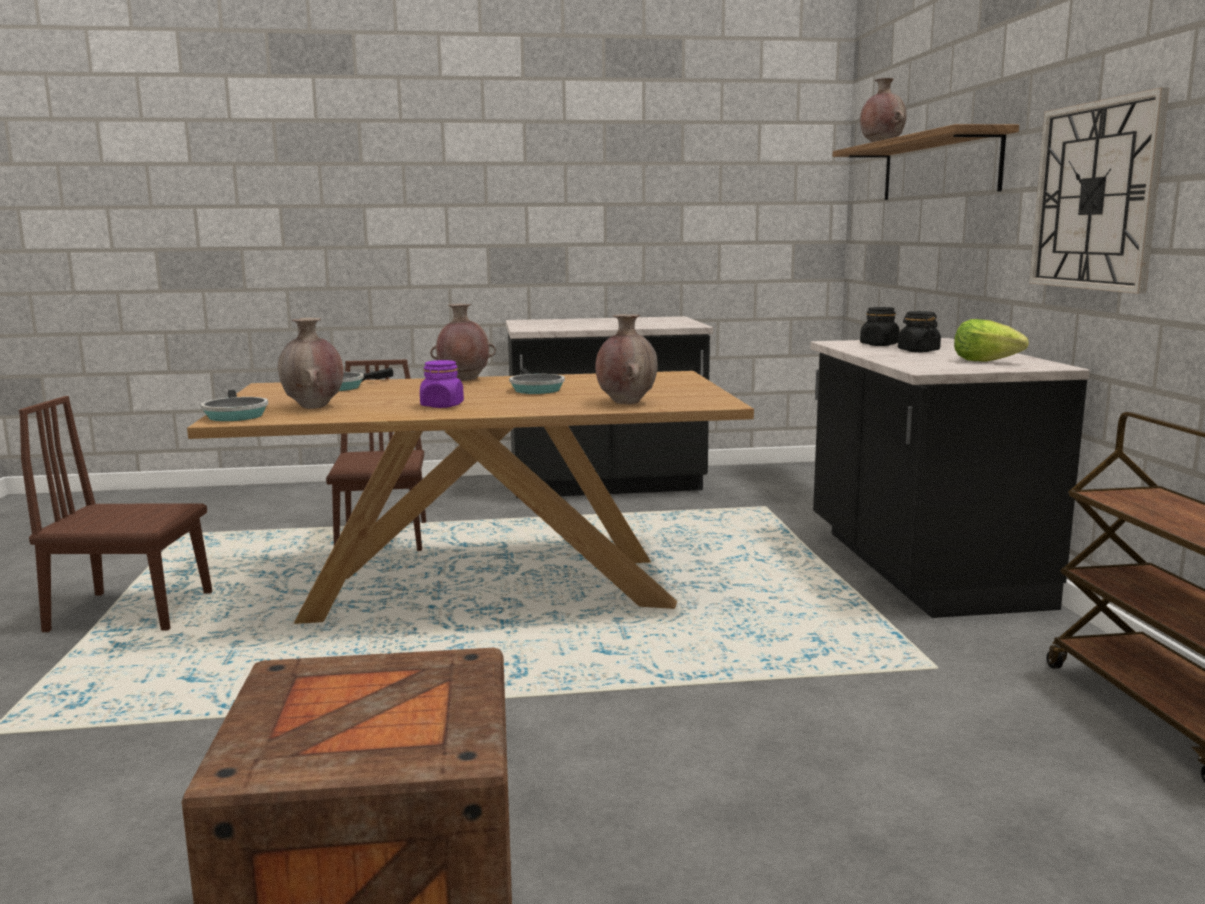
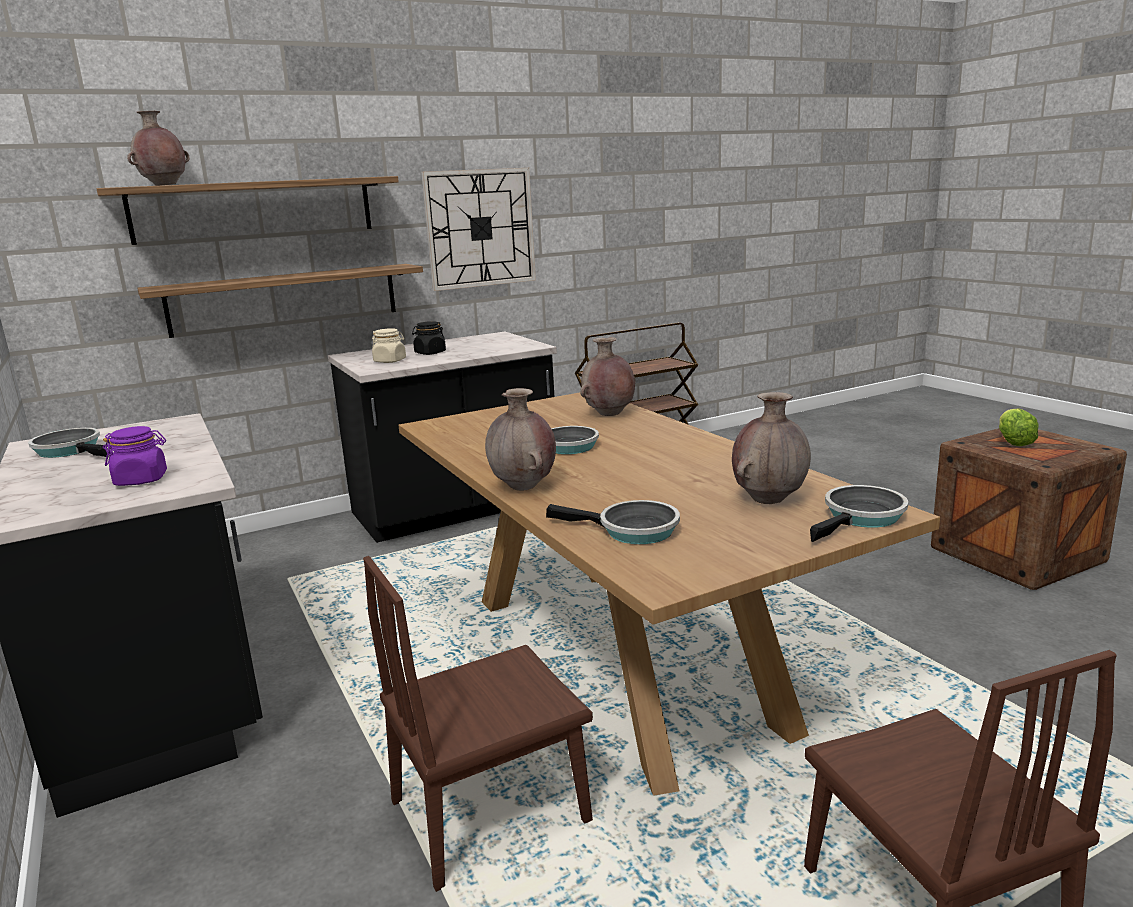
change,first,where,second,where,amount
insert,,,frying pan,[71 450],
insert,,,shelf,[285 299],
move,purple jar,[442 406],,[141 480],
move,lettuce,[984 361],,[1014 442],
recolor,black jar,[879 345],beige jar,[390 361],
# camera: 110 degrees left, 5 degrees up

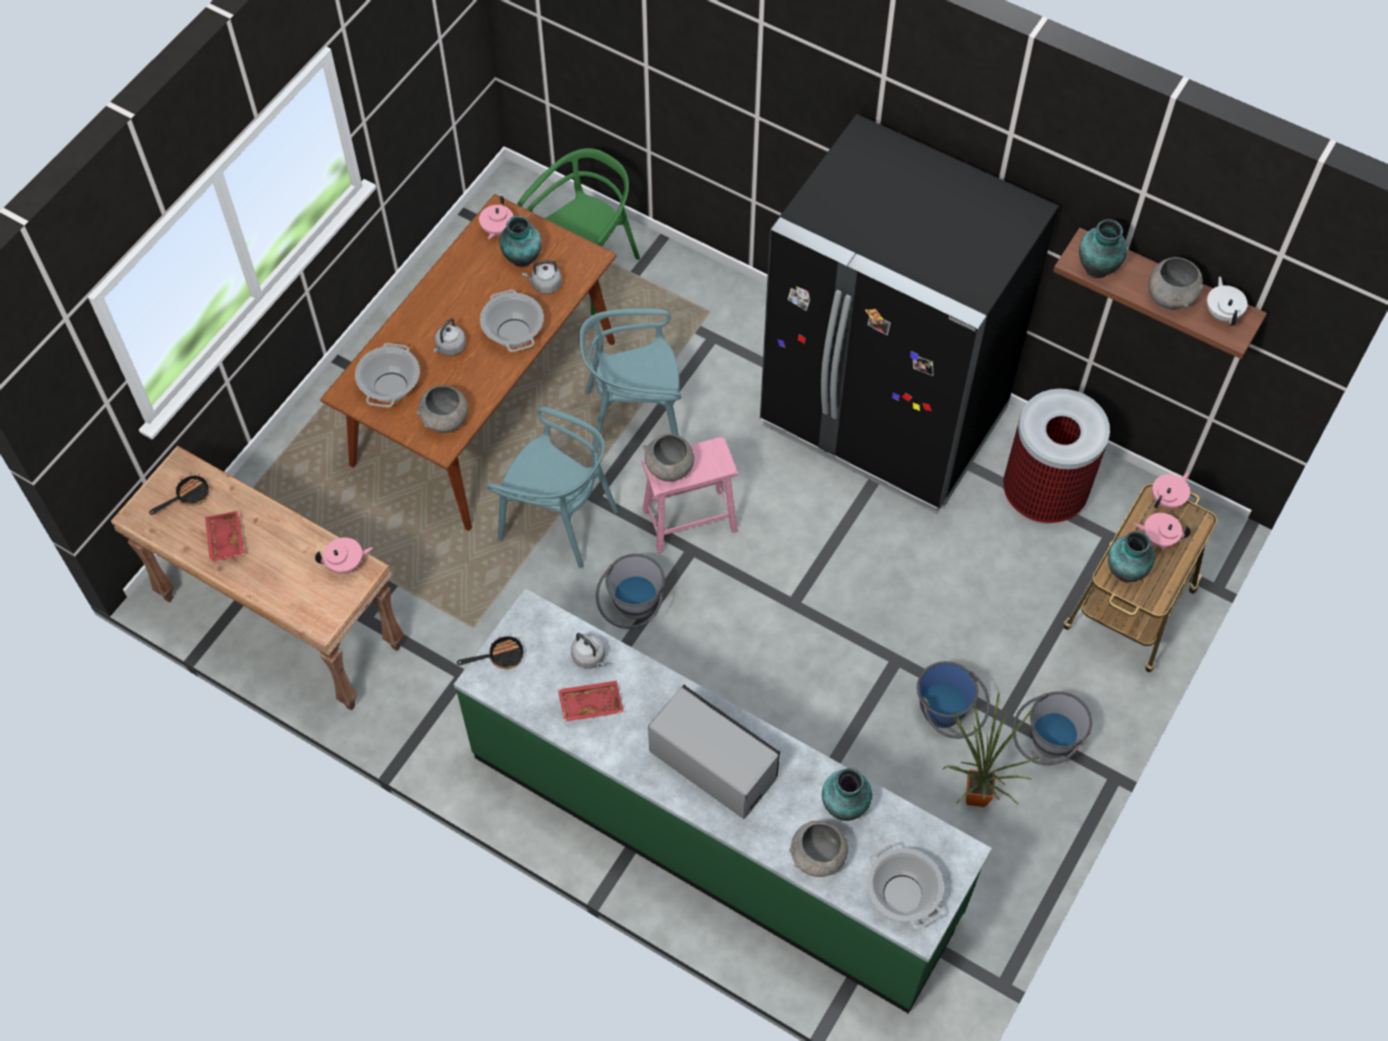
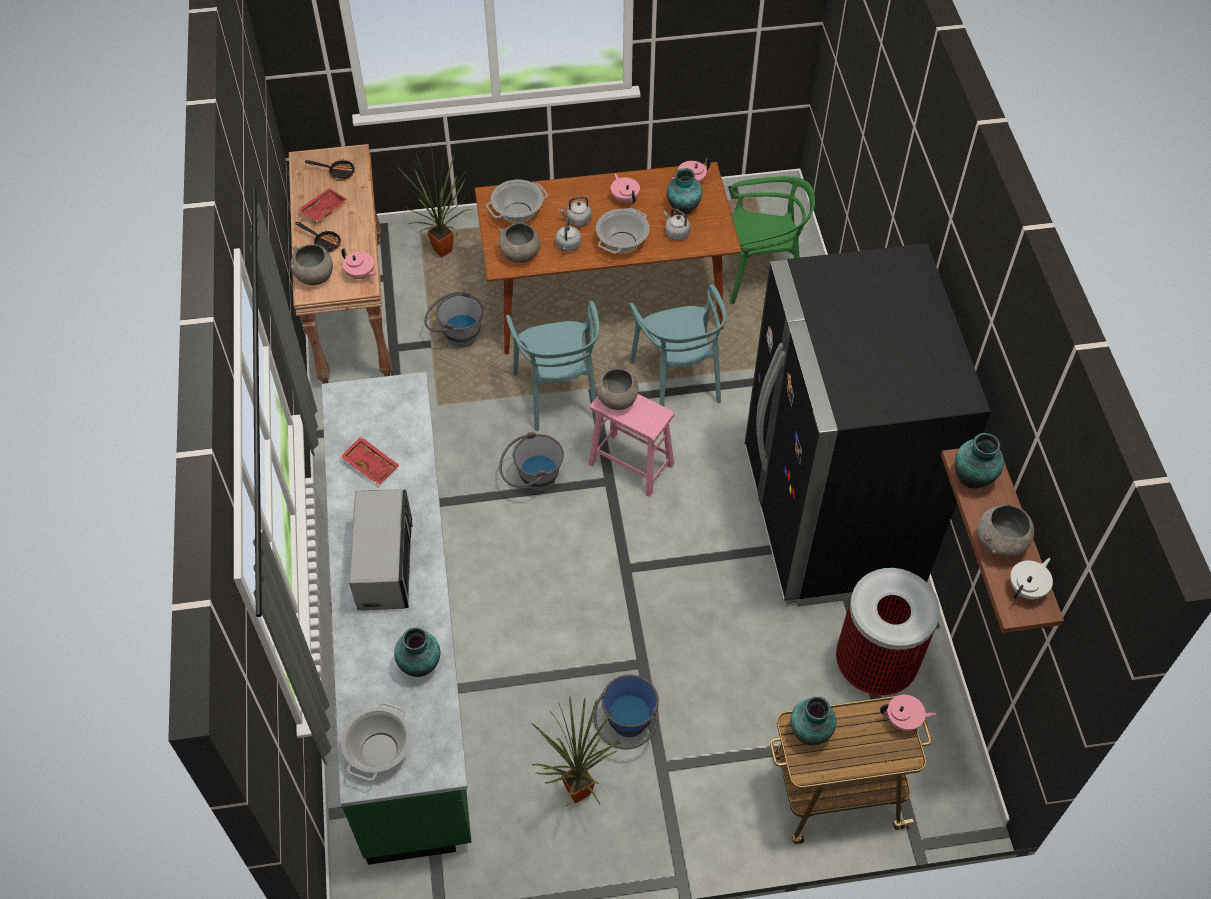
change,first,where,second,where,amount
insert,,,potted plant,[444 253],
move,frying pan,[500 656],,[324 242],
move,grey kettle,[590 658],,[568 246],
move,grey bowl,[818 858],,[314 277],
move,grey bucket,[1045 744],,[456 335],
move,pink teapot,[1158 538],,[625 198],
rotate,turquoise chair,[634 417],,[678 379],150 degrees counterclockwise
# camera: 50 degrees right, 5 degrees down

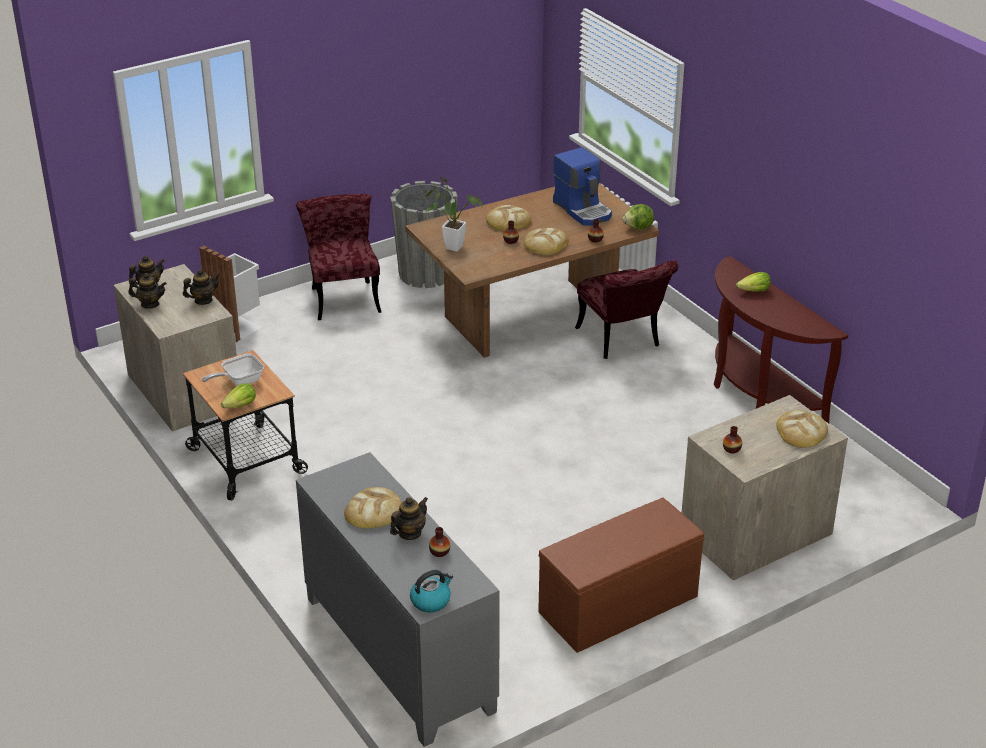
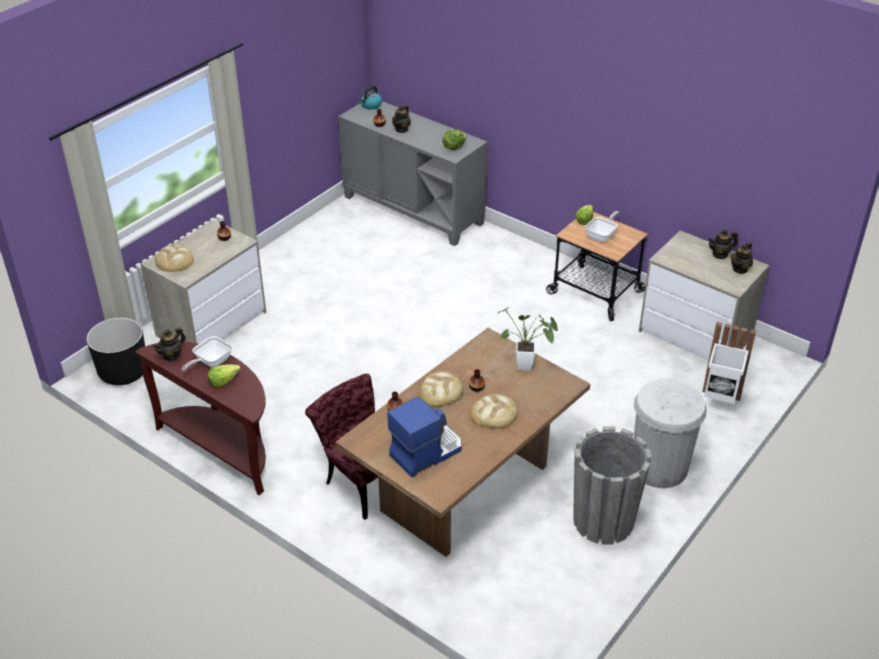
change,first,where,second,where,amount
delete,bread,[373 511],,,
delete,brown bench,[618 605],,,
insert,,,black planter,[123 371],
insert,,,frying pan,[210 363],
move,teapot,[203 300],,[172 356],
move,lettuce,[638 228],,[453 147],
replace,red chair,[343 296],white trash can,[659 467],
rotate,coffee machine,[583 209],,[425 451],105 degrees clockwise
# camera: 160 degrees right, 5 degrees up

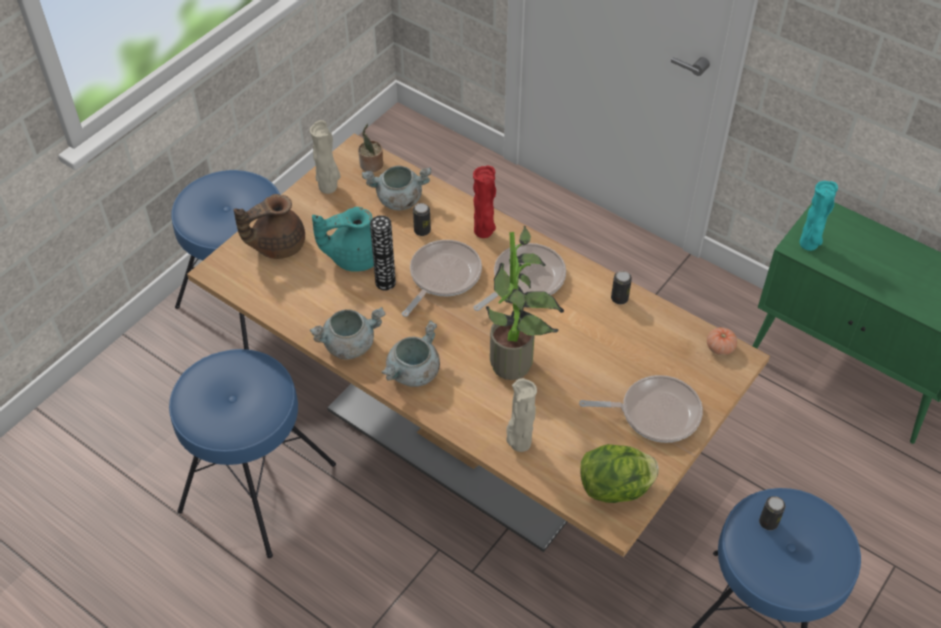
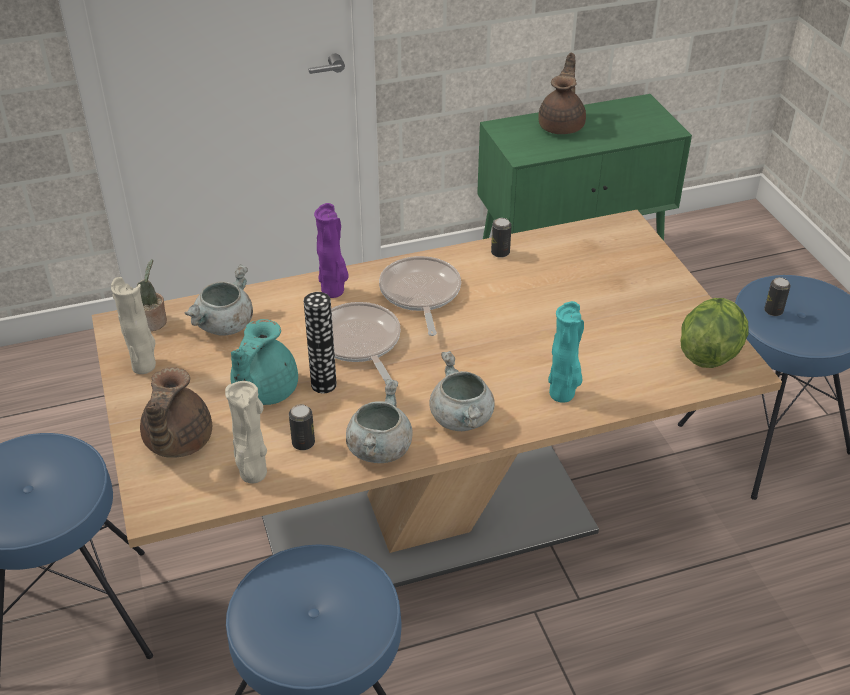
change,first,where,second,where,amount
delete,potted plant,[517 365],,,
delete,frying pan,[655 413],,,
delete,tomato,[720 348],,,
insert,,,brown teapot,[562 125],
move,can,[422 230],,[303 443],
move,beige vase,[519 443],,[253 475],
move,turquoise vase,[809 245],,[563 395],
recolor,red vase,[484 232],purple vase,[334 291],
# camera: 55 degrees left, 10 degrees down

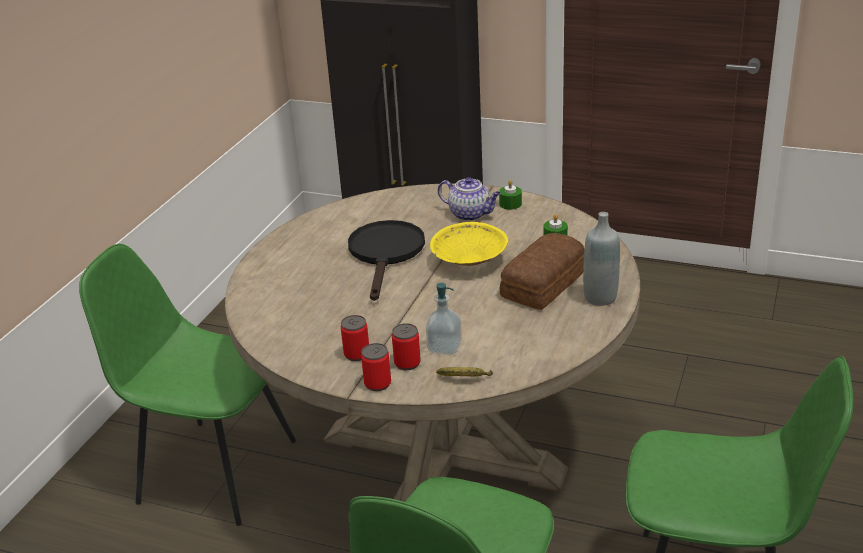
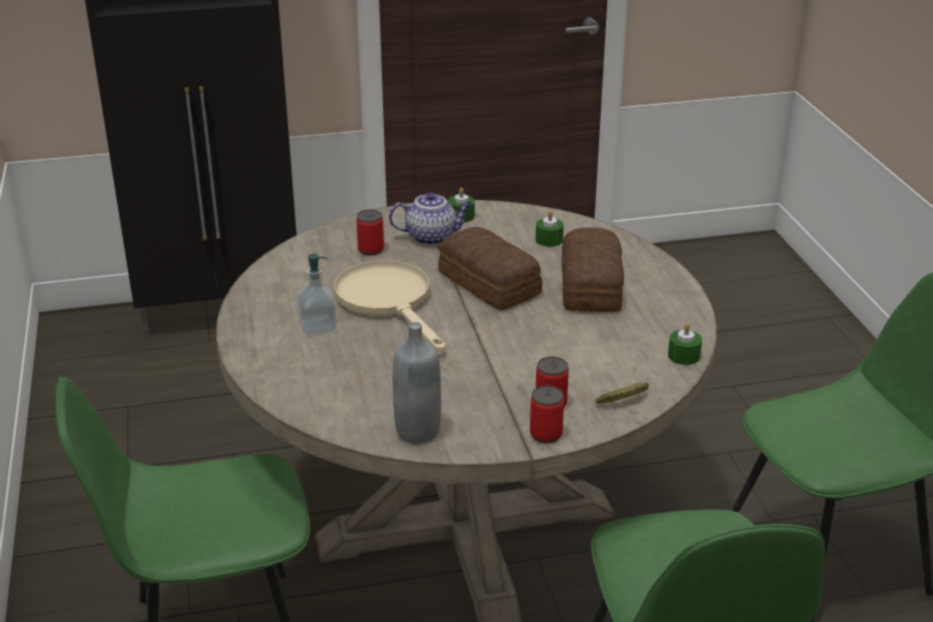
change,first,where,second,where,amount
insert,,,green candle,[684 356],
move,can,[357 354],,[371 250],
move,soap dispenser,[444 347],,[318 327],
move,grey bottle,[600 297],,[417 432],
replace,yellow bowl,[469 261],bread,[488 285],
recolor,black frying pan,[386 254],beige frying pan,[389 301],
# camera: 35 degrees left, 0 degrees up

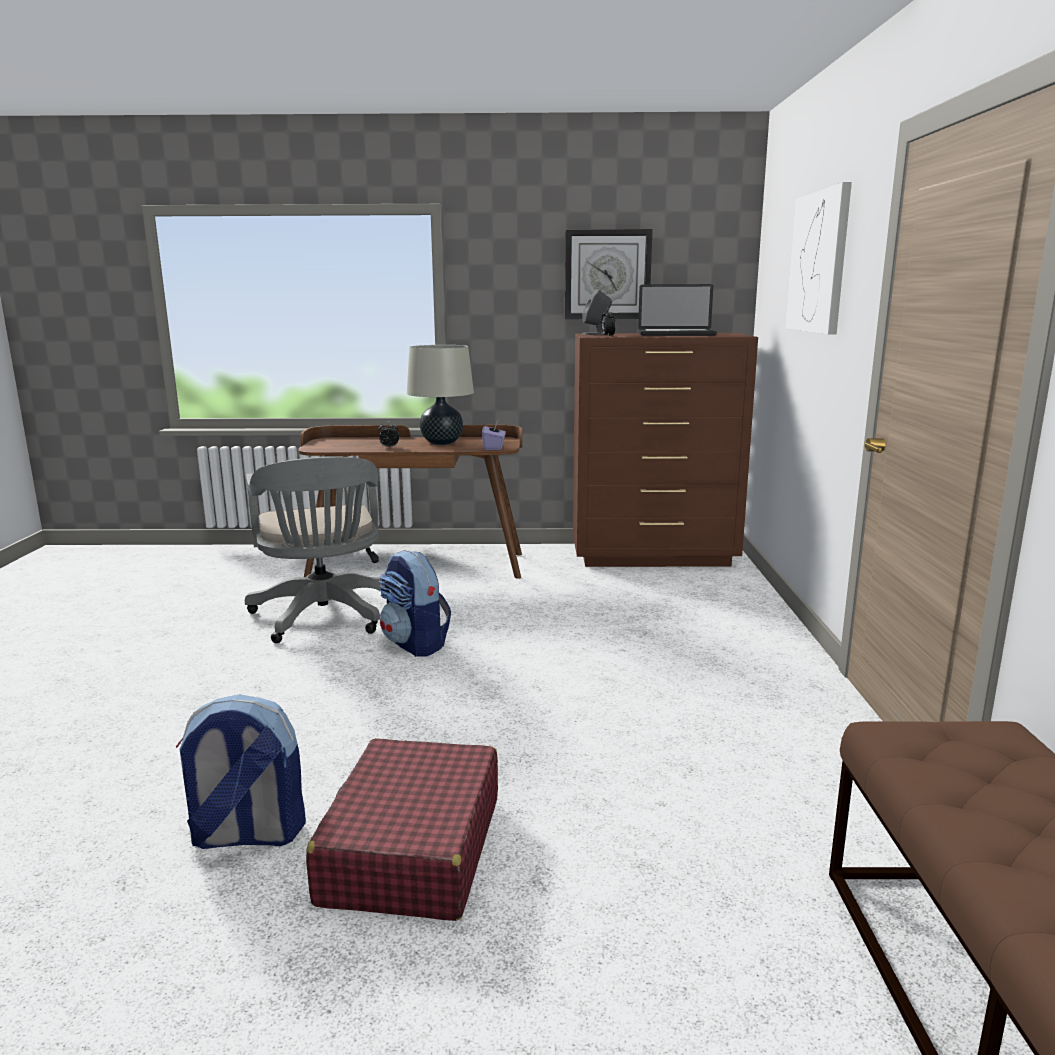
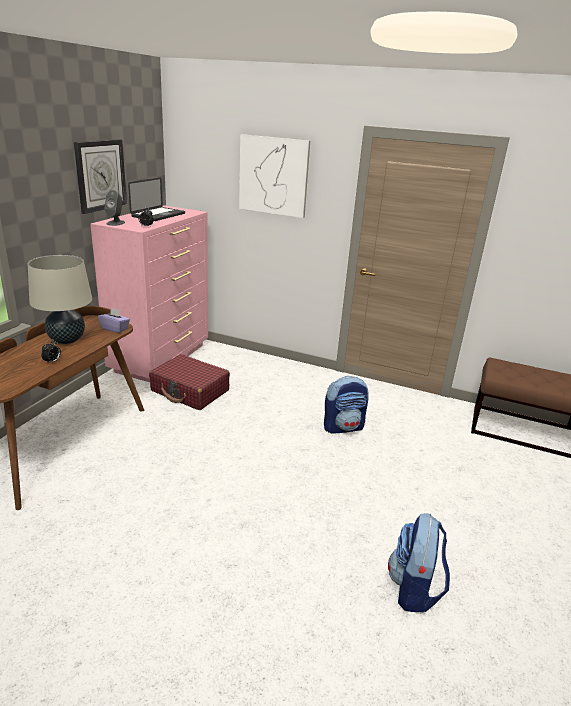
change,first,where,second,where,amount
delete,grey office chair,[324 618],,,
move,red suitcase,[412 850],,[190 391],
move,backpack,[415 644],,[343 427],
recolor,brown dresser,[654 556],pink dresser,[162 358],
# camera: 70 degrees left, 10 degrees up

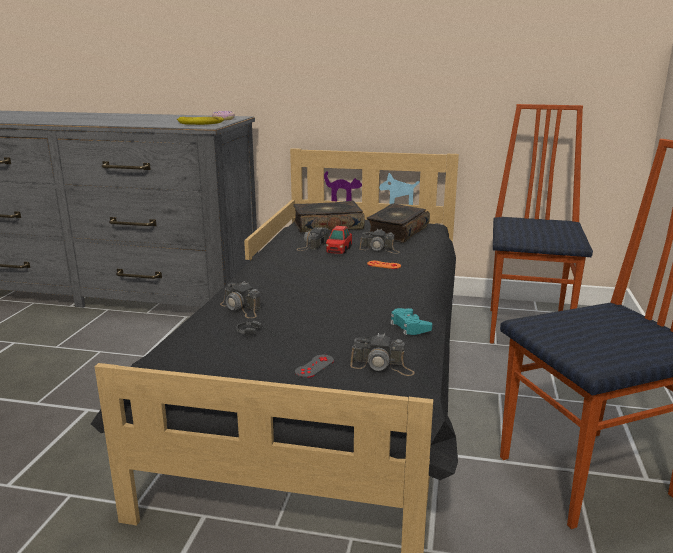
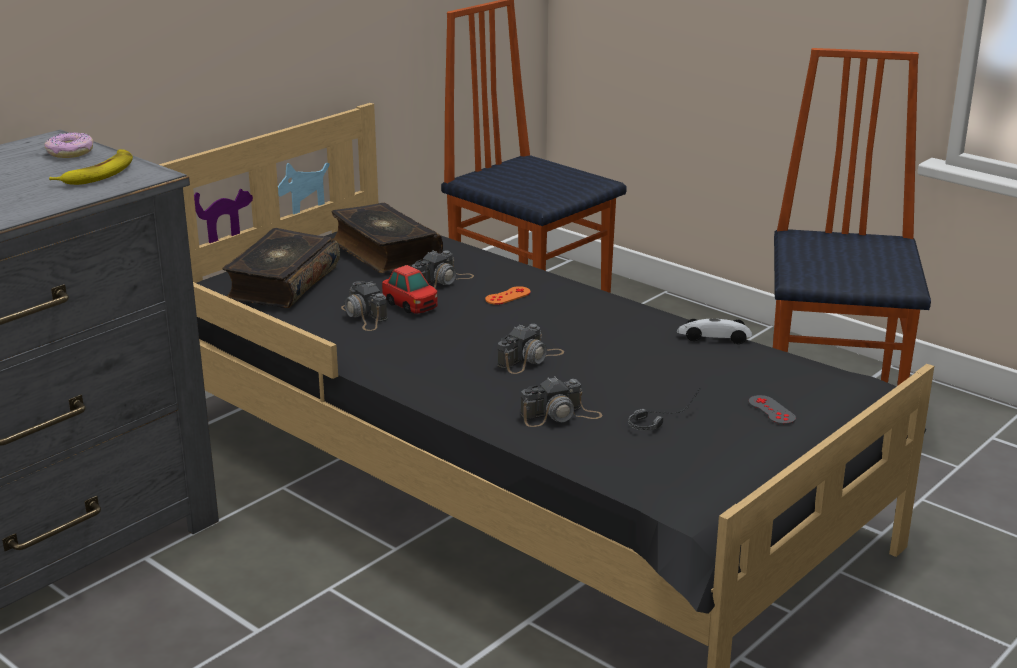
change,first,where,second,where,amount
move,photo camera,[382 366],,[530 359],
replace,turquoise game controller,[409 326],toy car,[714 337],
# camera: 60 degrees left, 5 degrees up

